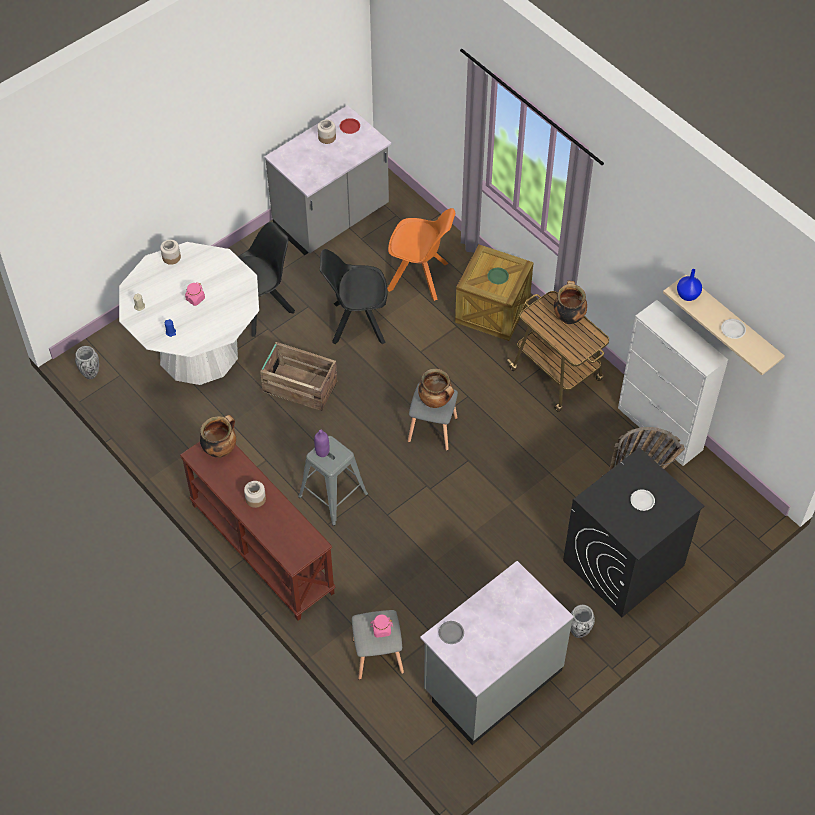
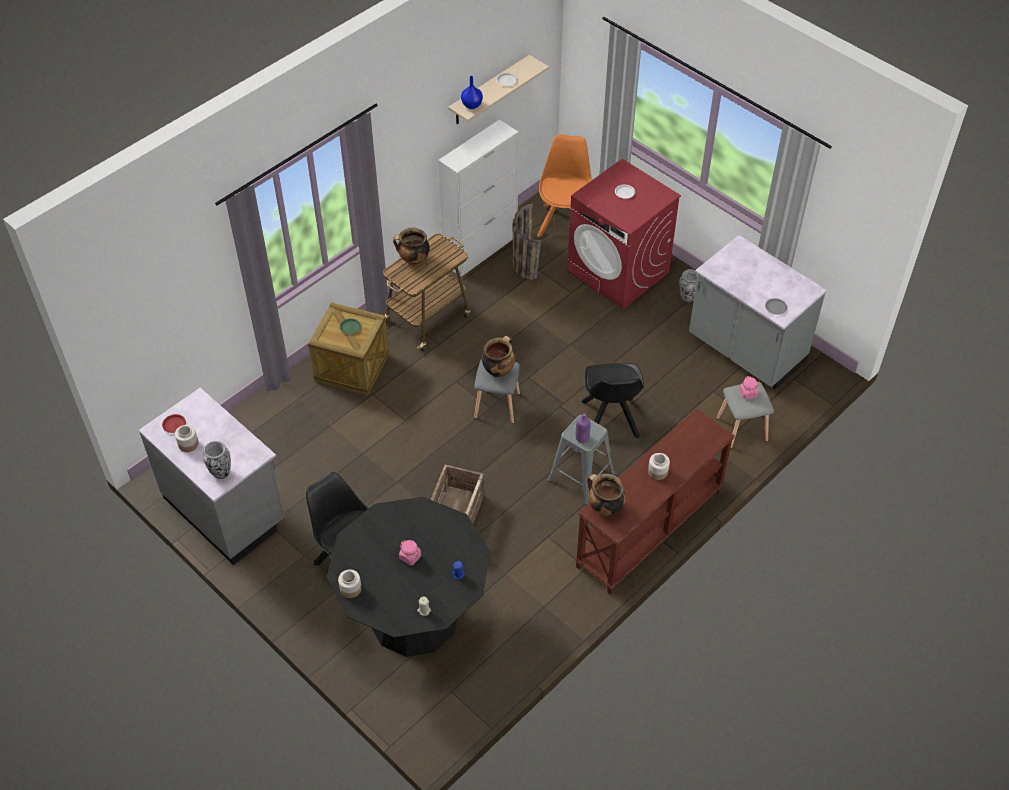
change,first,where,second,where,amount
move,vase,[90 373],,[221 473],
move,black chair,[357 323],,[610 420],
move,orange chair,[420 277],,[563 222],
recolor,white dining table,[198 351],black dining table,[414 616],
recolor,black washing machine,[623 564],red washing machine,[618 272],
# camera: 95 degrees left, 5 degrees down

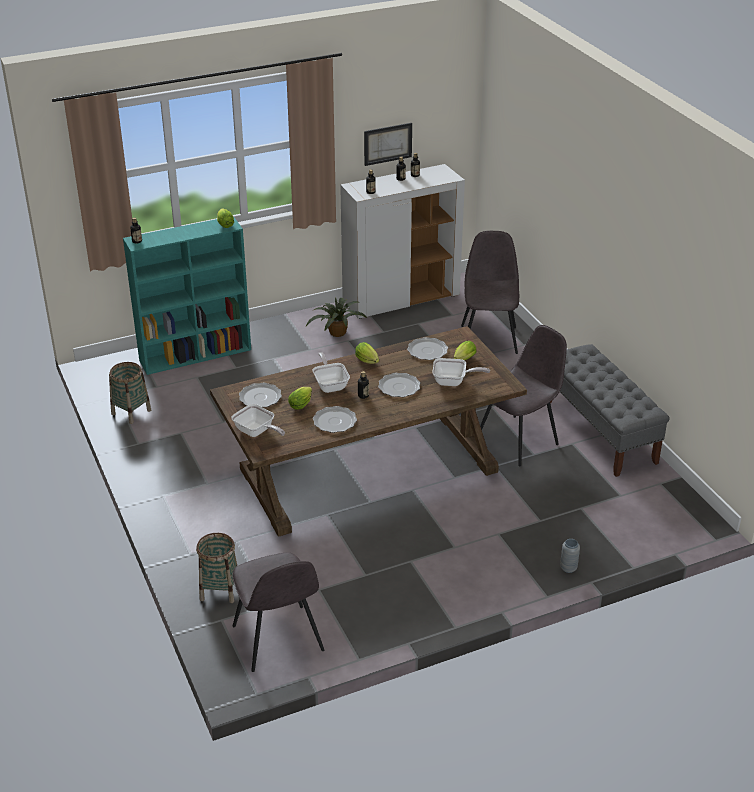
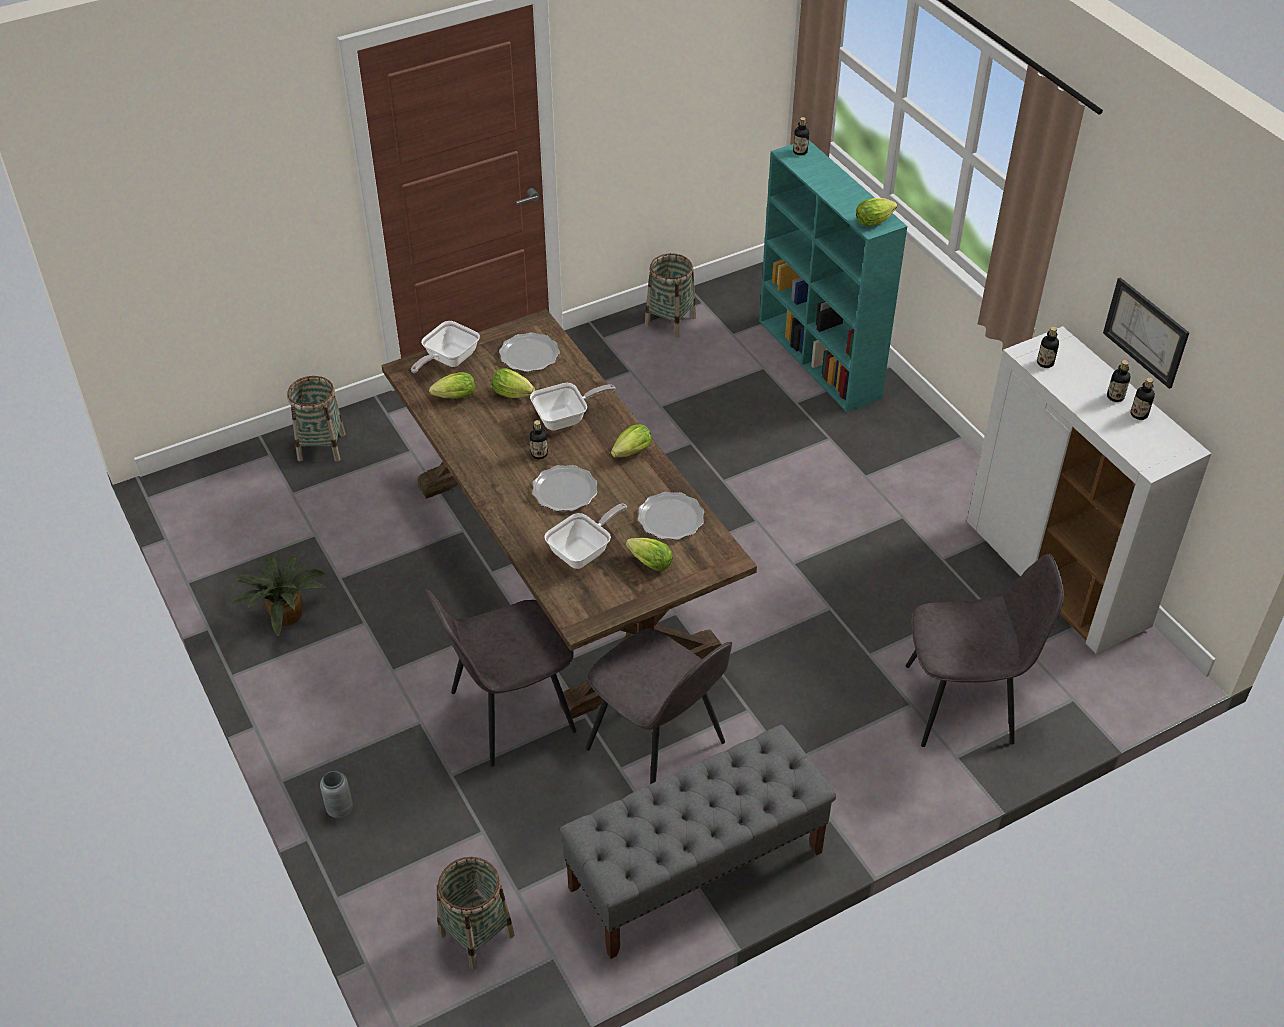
change,first,where,second,where,amount
delete,plate,[335 421],,,
insert,,,lettuce,[453 397],
insert,,,basket,[476 934],
move,grey chair,[278 640],,[509 713],
move,potted plant,[336 333],,[284 614],
rotate,frying pan,[453 382],,[584 552],135 degrees counterclockwise
# camera: 85 degrees right, 10 degrees up

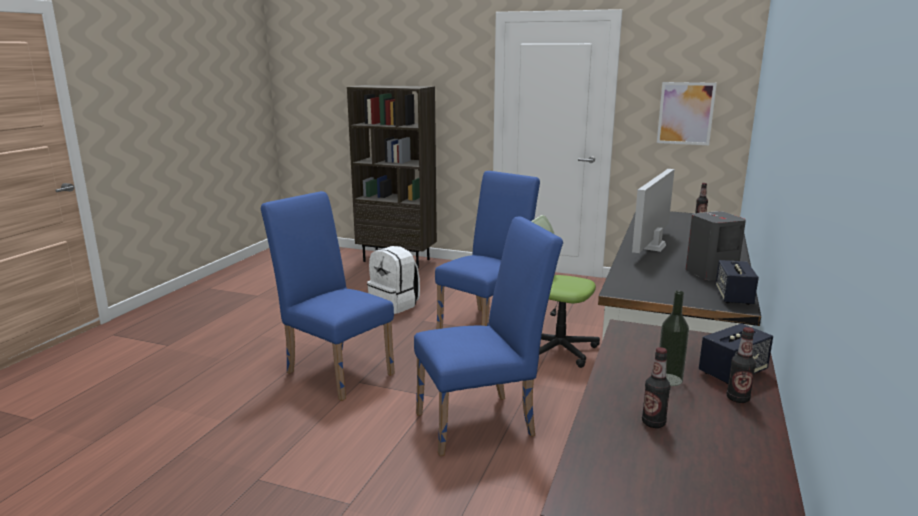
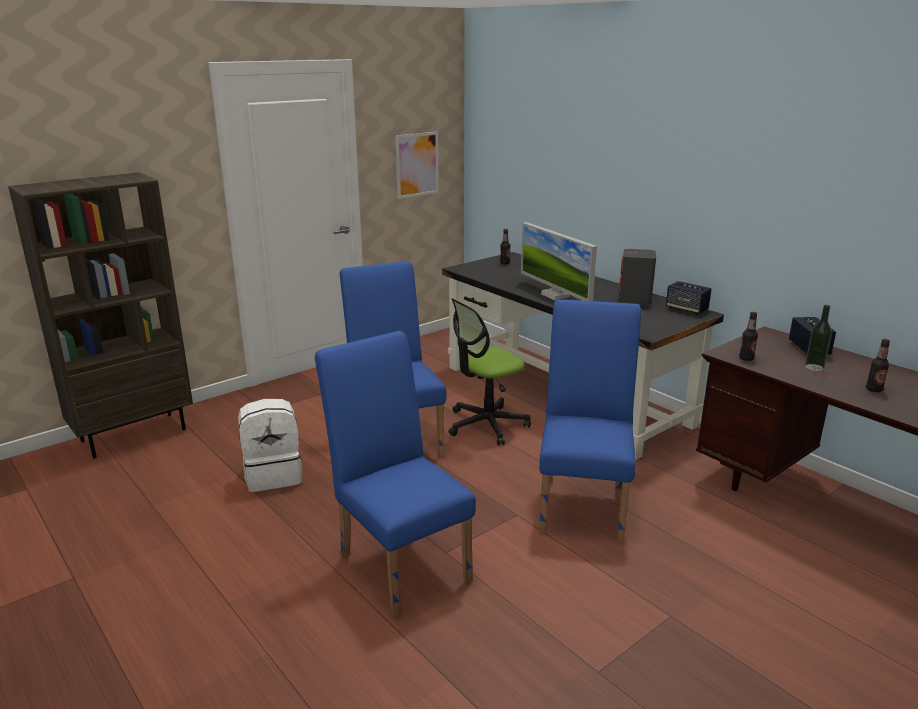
change,first,where,second,where,amount
move,bottle,[737 398],,[746 358],
rotate,blue chair,[335 370],,[400 561],75 degrees clockwise
# camera: 60 degrees left, 5 degrees up

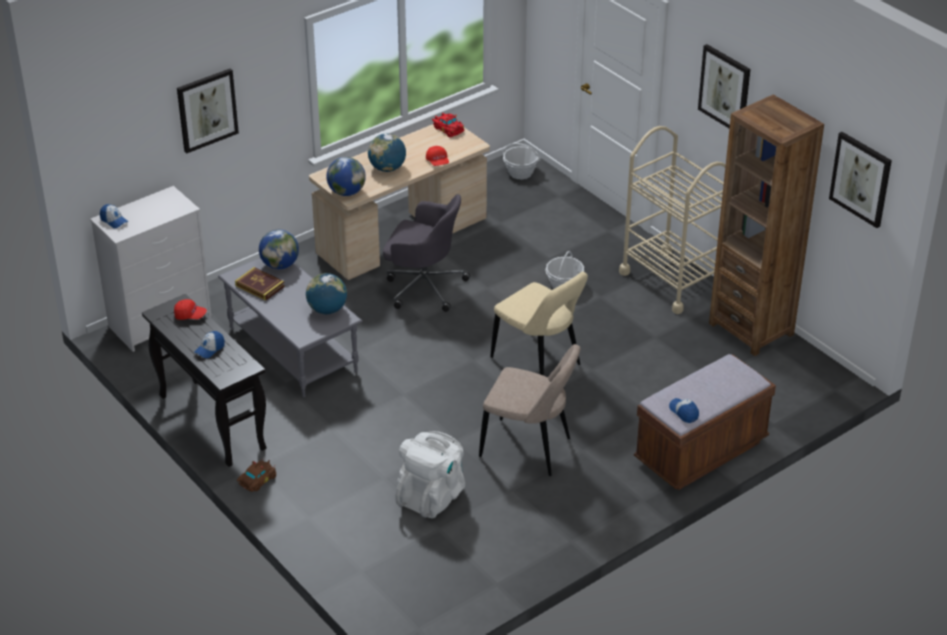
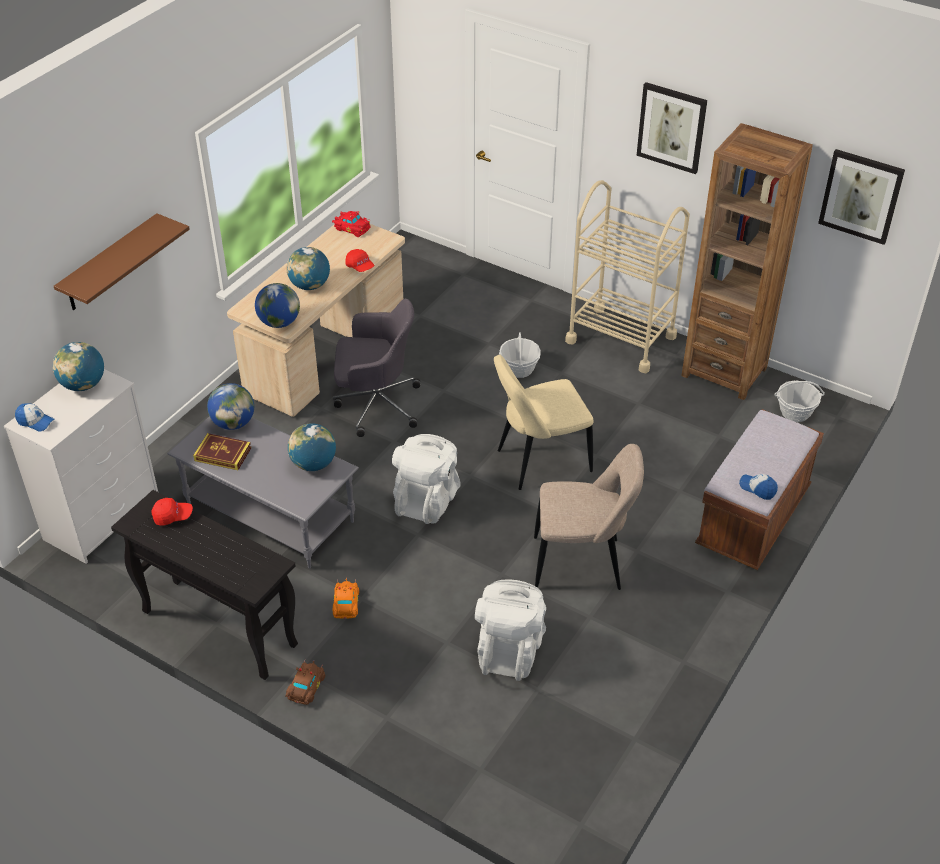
change,first,where,second,where,amount
delete,cap,[210 349],,,
insert,,,globe,[83 385],
insert,,,orange toy car,[345 605],
insert,,,white backpack,[427 500],
move,basket,[520 173],,[795 412],
replace,picture,[207 110],brown shelf,[110 264],
rotate,beige chair,[538 363],,[539 462],135 degrees clockwise
# camera: 20 degrees left, 5 degrees up

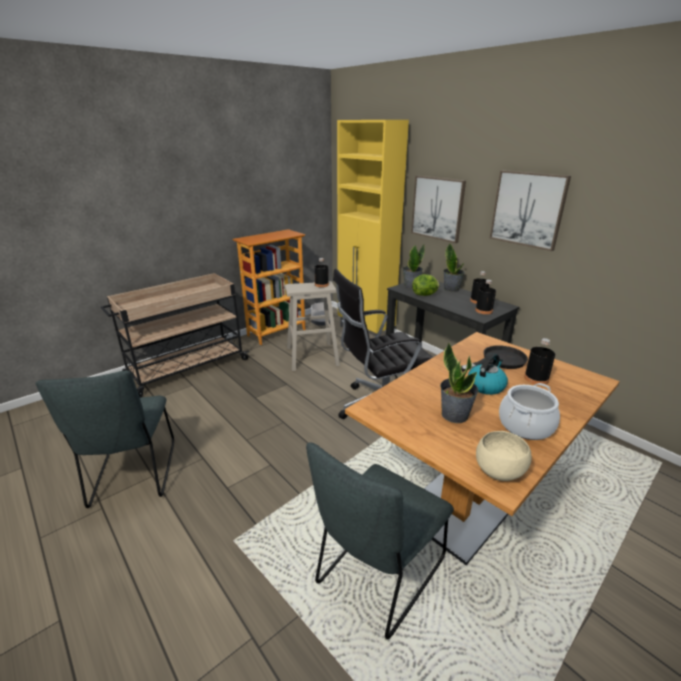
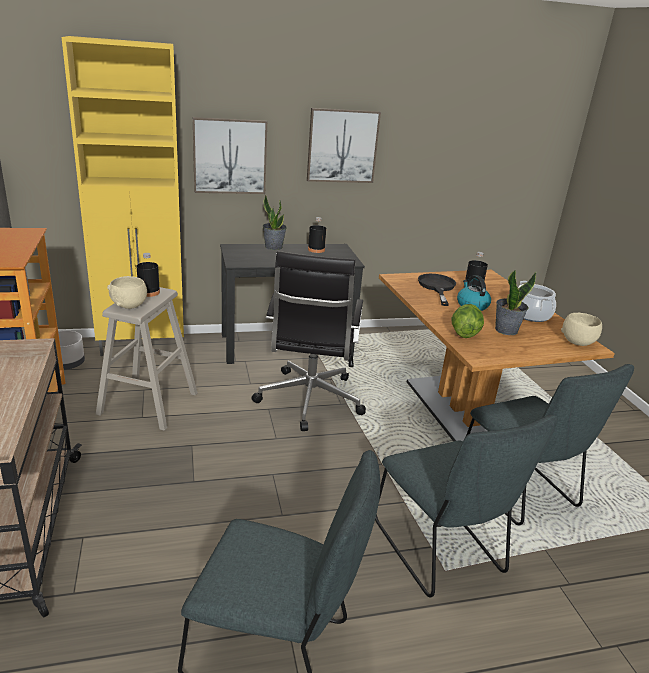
change,first,where,second,where,amount
delete,potted plant,[411 286],,,
delete,black bottle,[484 311],,,
insert,,,beige bowl,[130 305],
insert,,,grey chair,[440 550],
move,lettuce,[425 295],,[464 333],
# camera: 65 degrees left, 0 degrees up

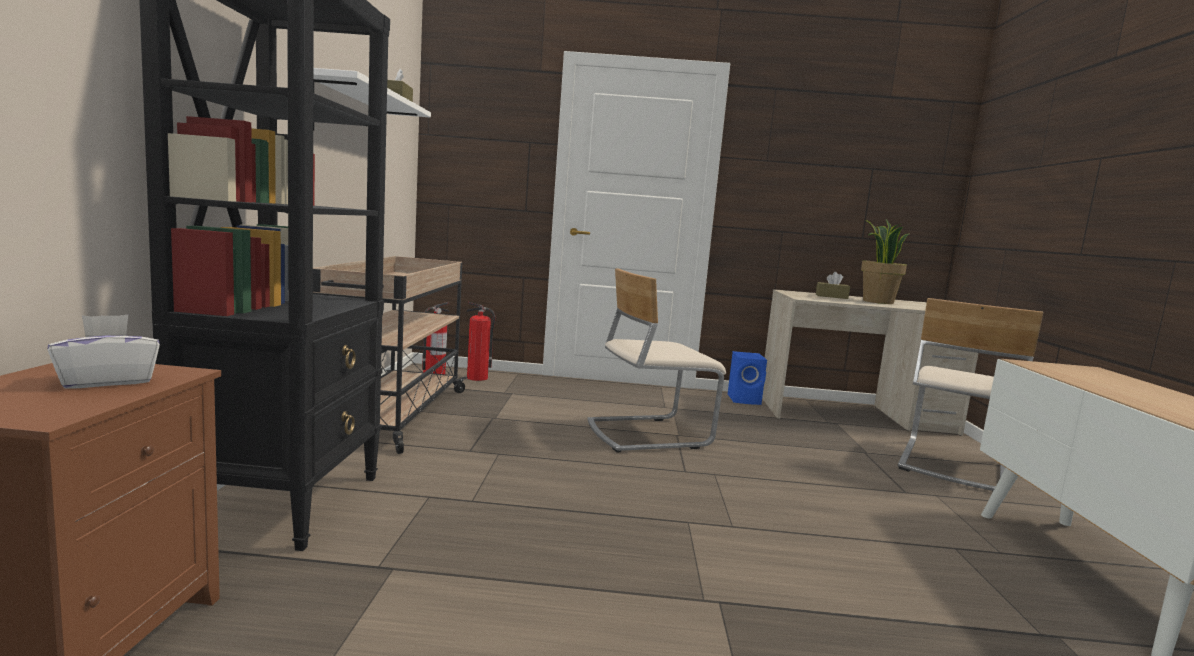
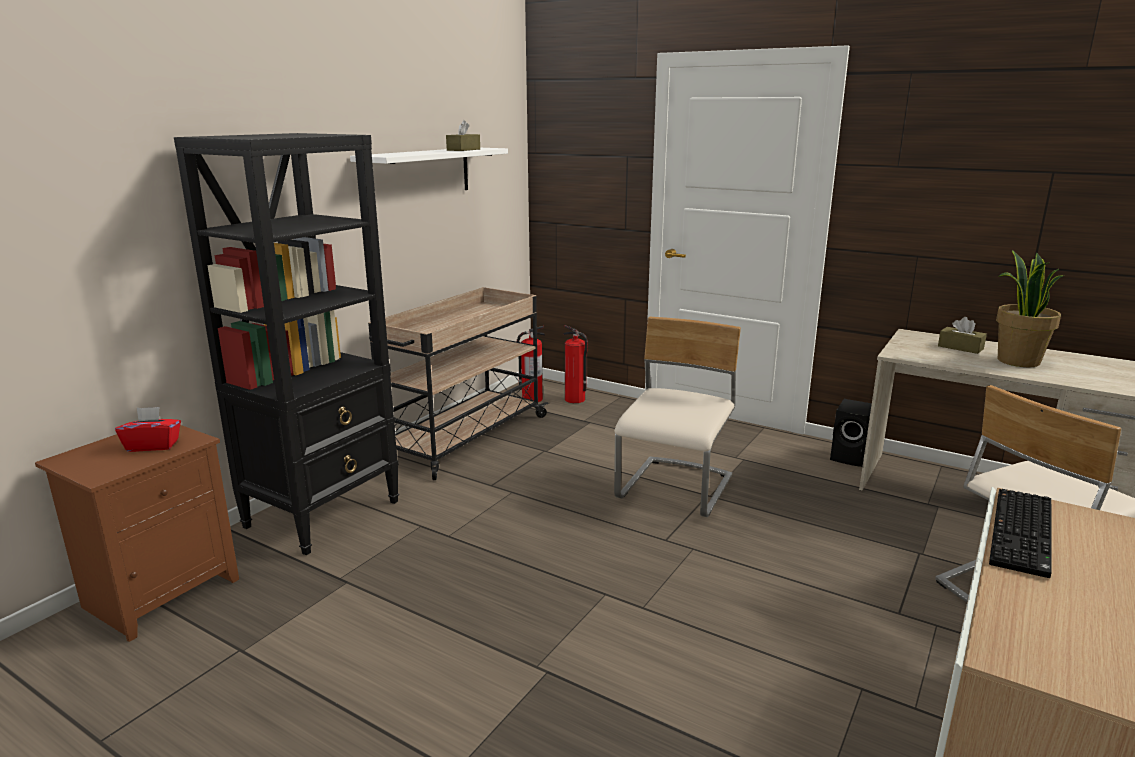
change,first,where,second,where,amount
insert,,,keyboard,[1024 534],
recolor,white tissue box,[108 381],red tissue box,[153 446],
recolor,blue speaker,[745 399],black speaker,[852 457],
rotate,beige chair,[647 434],,[676 489],105 degrees clockwise
# camera: 30 degrees right, 10 degrees up

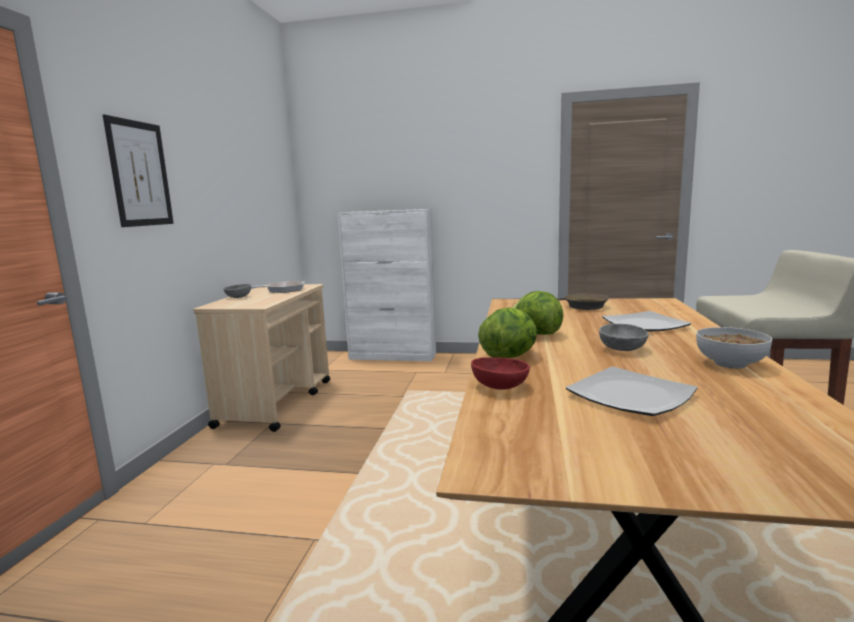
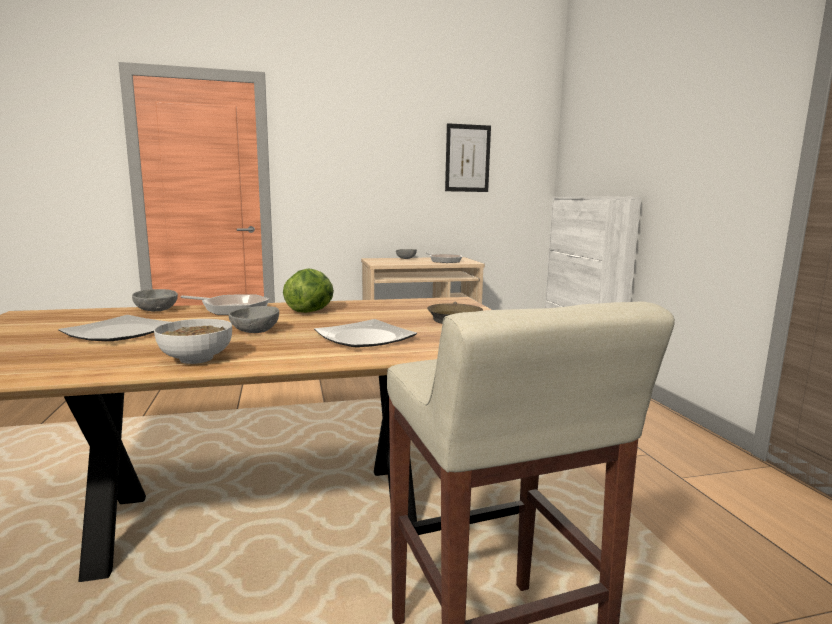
change,first,where,second,where,amount
move,picture,[140 174],,[467 158],
replace,lettuce,[510 356],frying pan,[231 309],
recolor,red bowl,[500 386],grey bowl,[157 310],
# camera: 65 degrees right, 0 degrees up

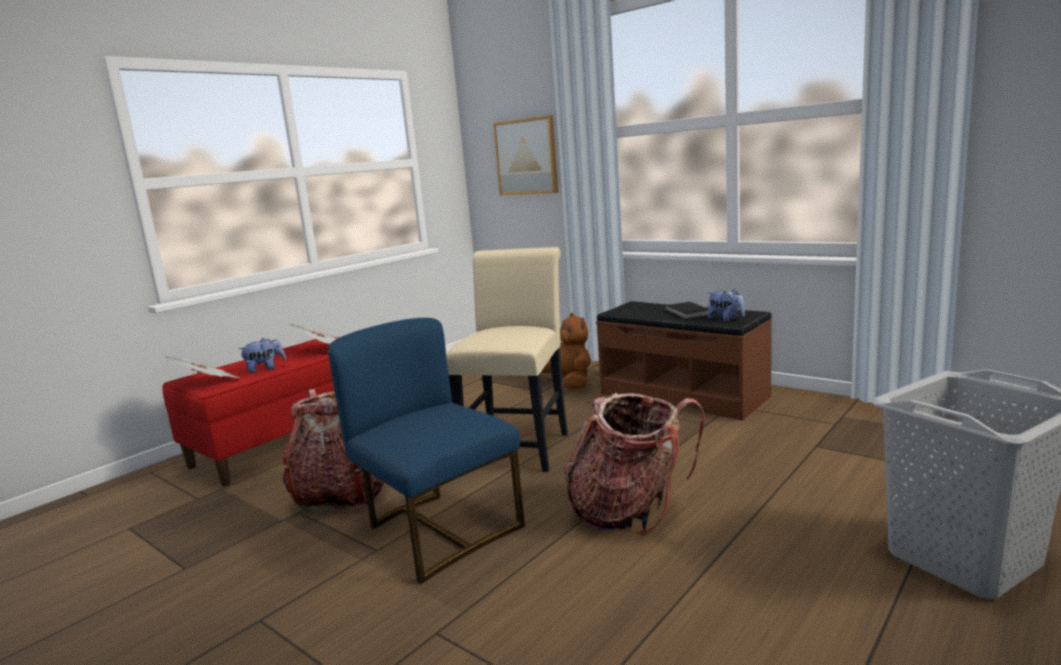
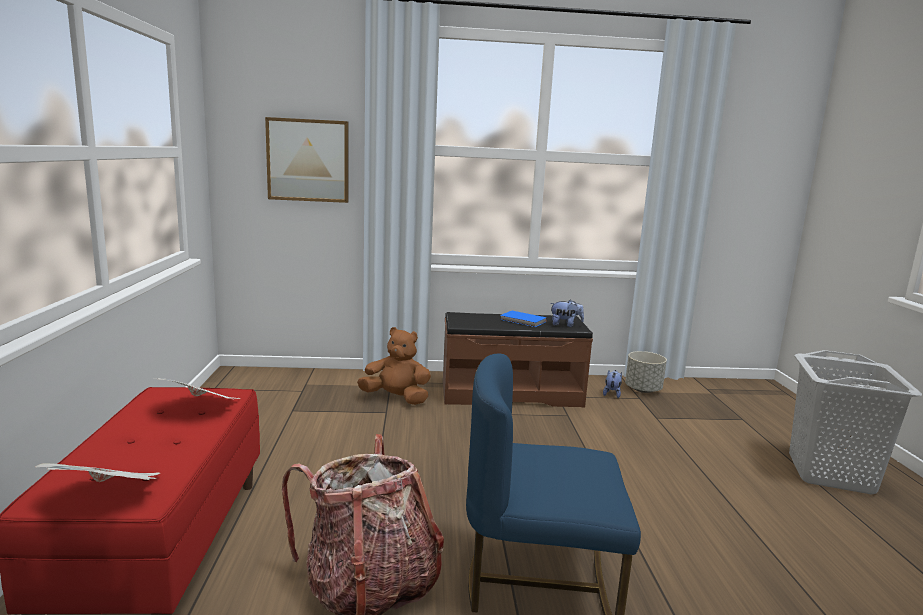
change,first,where,second,where,amount
delete,beige chair,[519 446],,,
delete,backpack,[630 512],,,
insert,,,grey planter,[643 389],
move,plush toy,[265 369],,[612 393],
recolor,black book,[687 312],blue book,[523 321],
# camera: 45 degrees left, 0 degrees up

